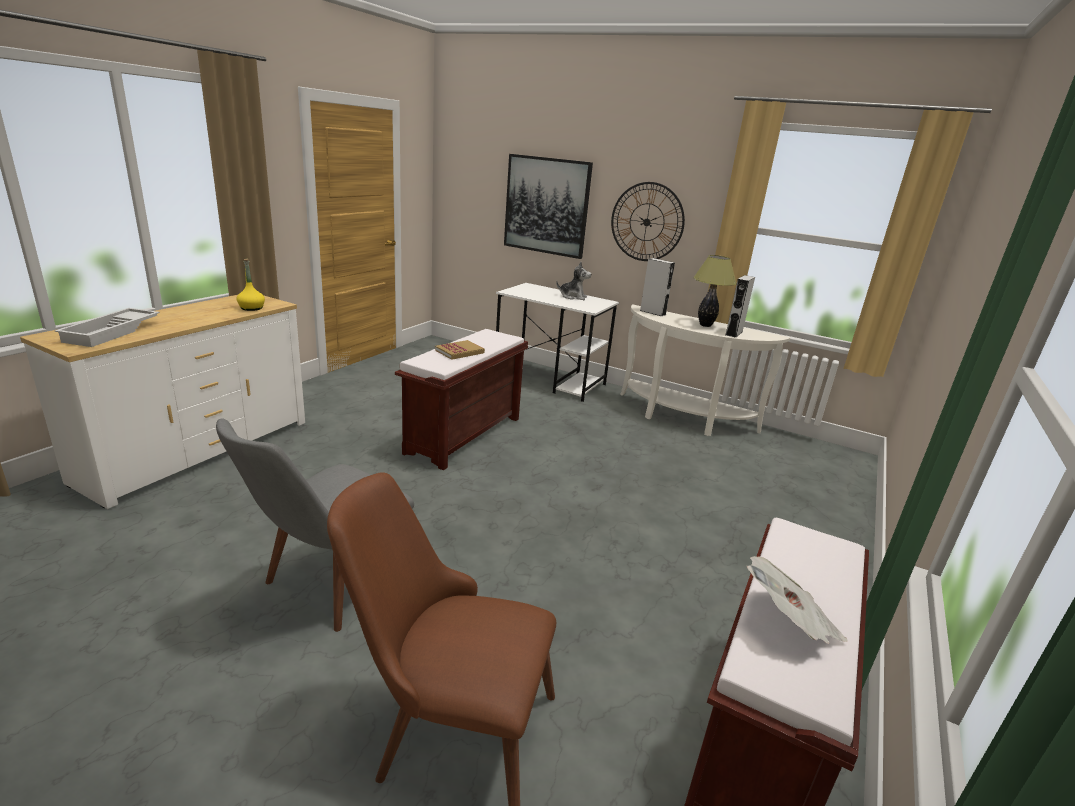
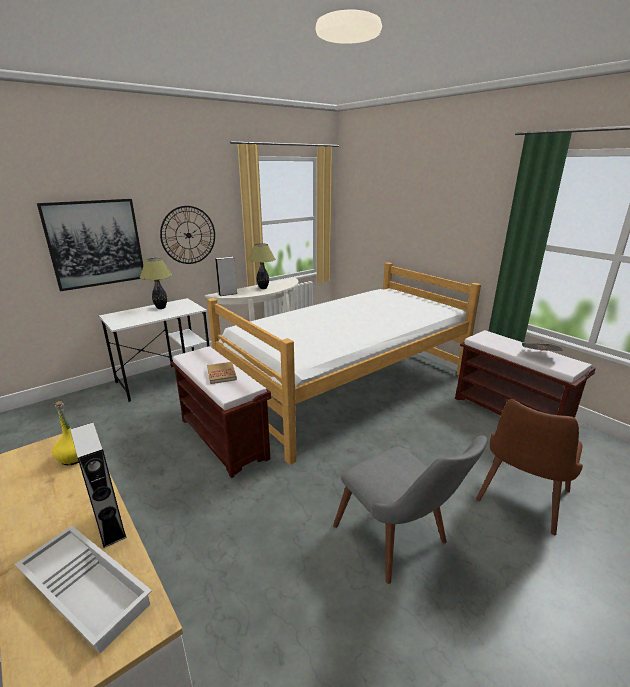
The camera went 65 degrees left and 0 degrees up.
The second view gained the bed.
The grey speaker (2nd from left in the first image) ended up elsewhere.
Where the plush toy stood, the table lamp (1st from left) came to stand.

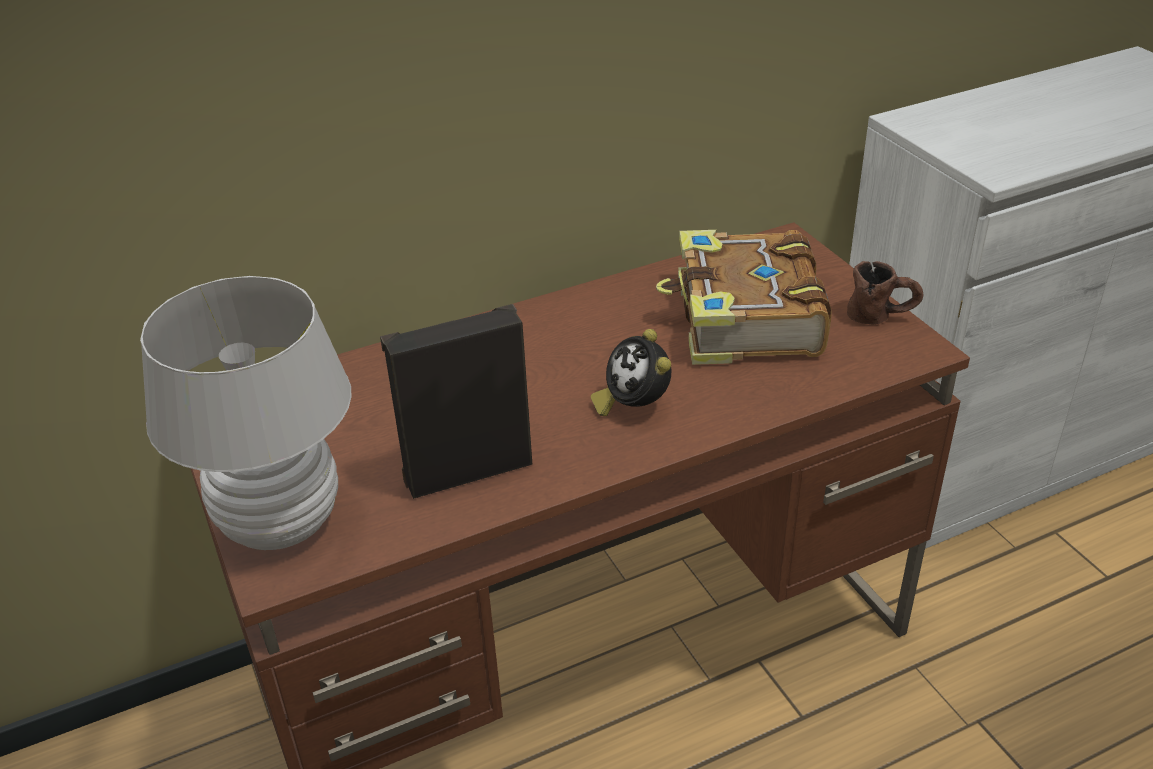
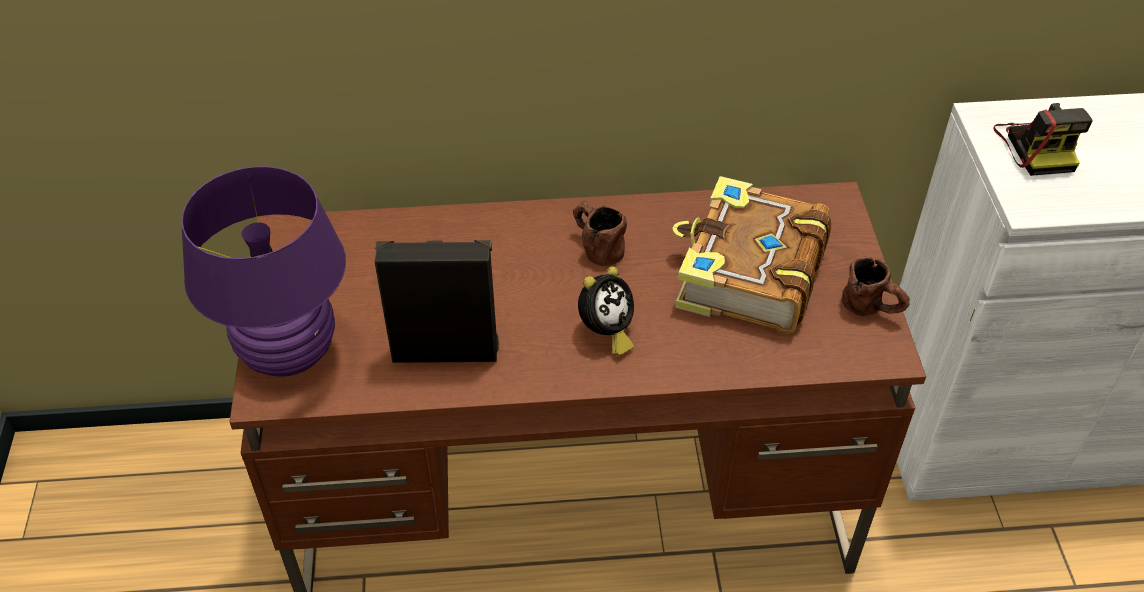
The camera went 20 degrees right and 10 degrees up.
The second view gained the brown mug (1st from left).
The second view gained the photo camera.
What was the white table lamp turned into the purple table lamp.
The alarm clock ended up facing another way, 135 degrees counterclockwise from before.

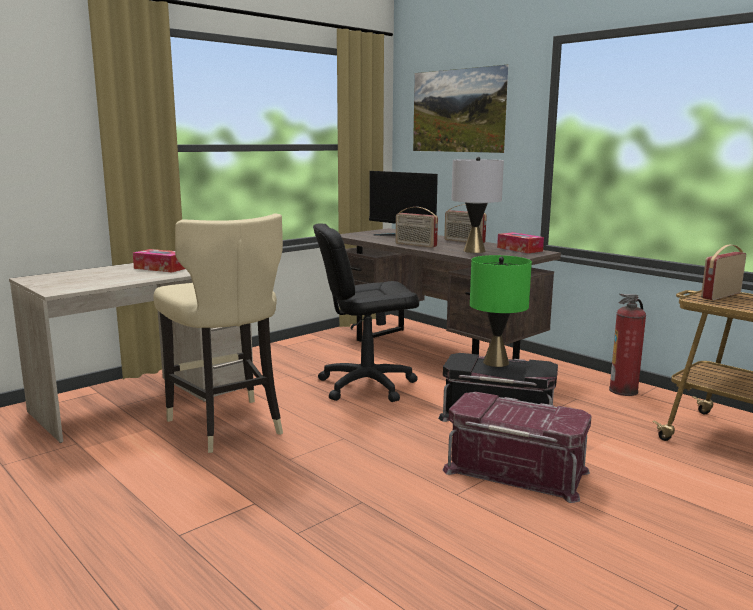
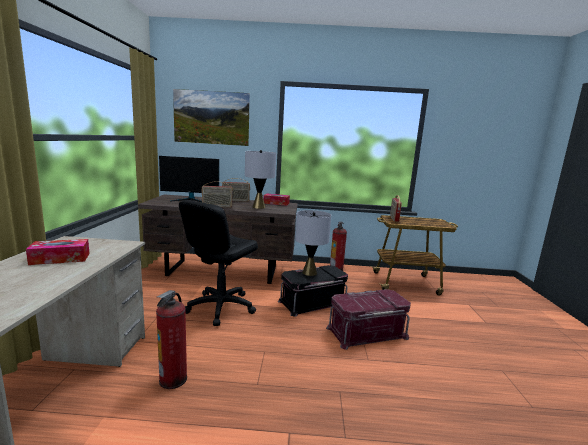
The camera went 45 degrees left and 0 degrees up.
Where the beige stool stood, the fire extinguisher (1st from left) came to stand.
What was the green table lamp turned into the grey table lamp (2nd from left).

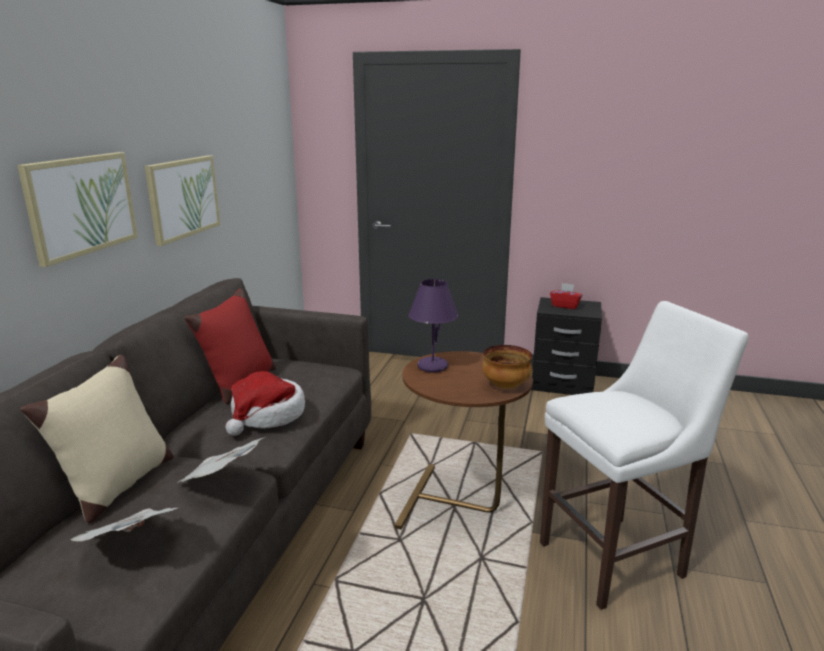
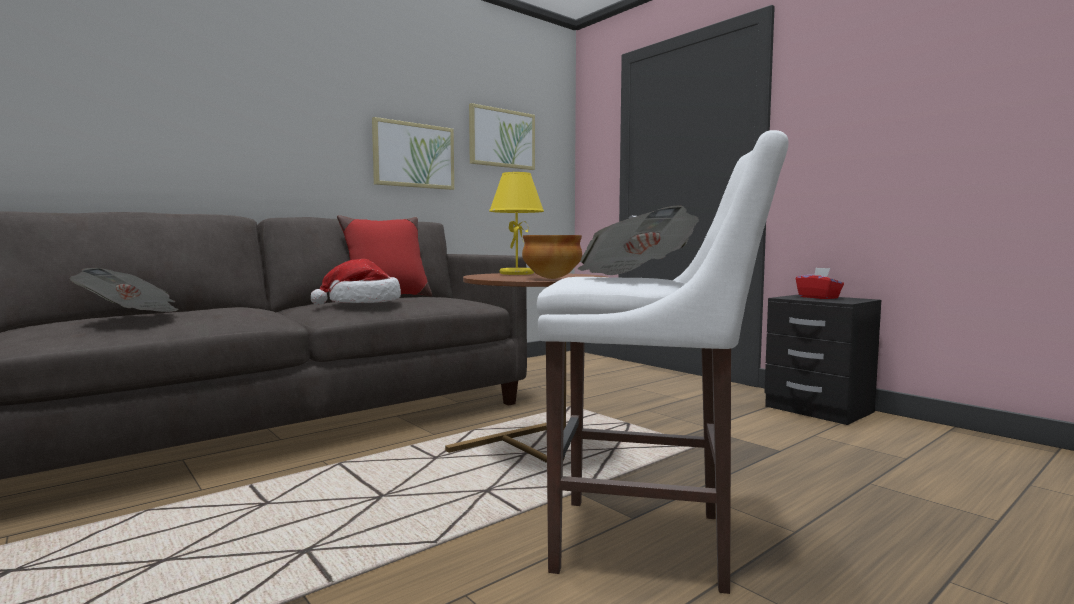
The camera went 35 degrees right and 15 degrees down.
The second view lost the beige pillow.
The picture (1st from left in the first image) ended up elsewhere.
The newspaper (2nd from left) ended up elsewhere.
What was the purple table lamp turned into the yellow table lamp.

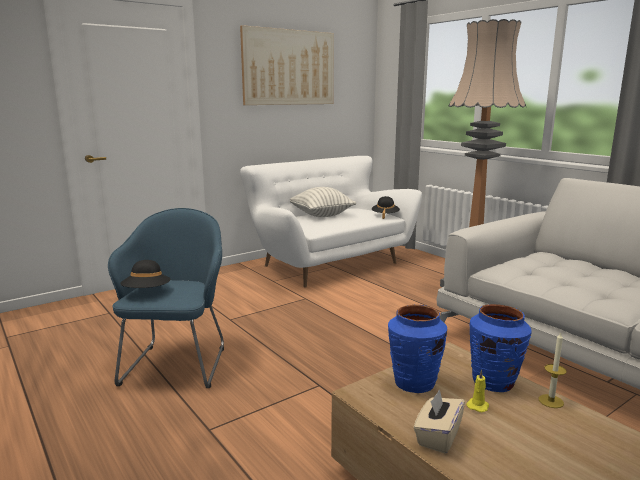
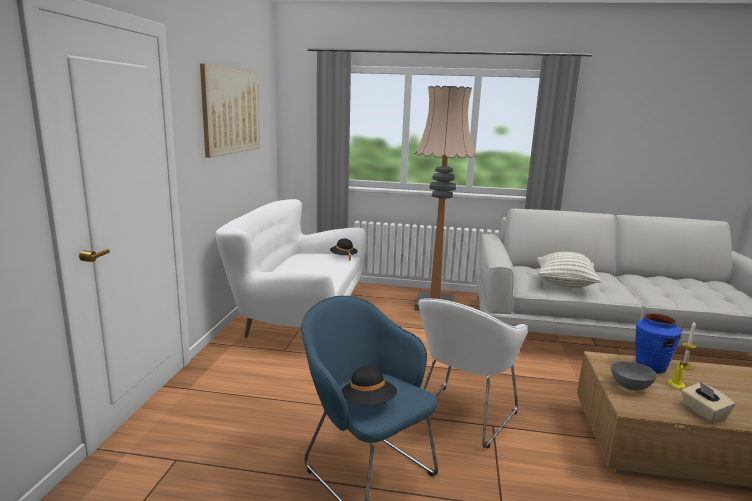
The camera went 45 degrees left and 0 degrees up.
The second view gained the white armchair.
The pillow ended up elsewhere.
Where the blue vase (1st from left) stood, the grey bowl came to stand.

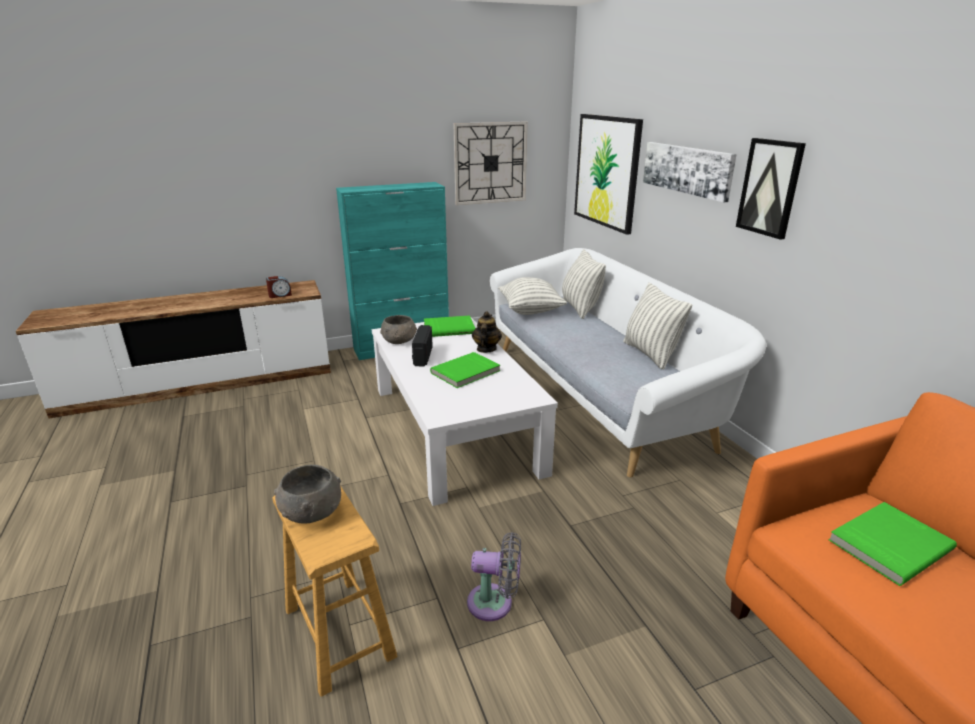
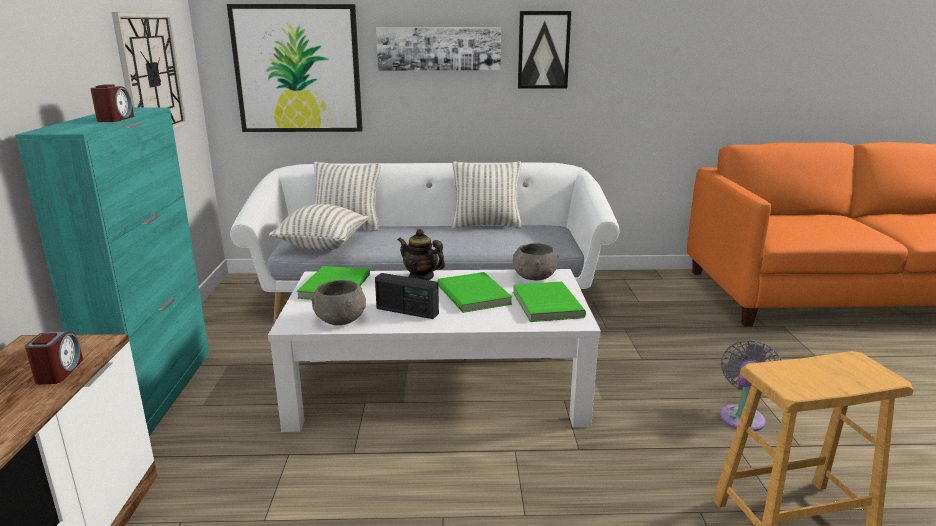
The camera went 70 degrees left and 5 degrees down.
The second view gained the alarm clock (2nd from left).
The grey bowl (1st from left in the first image) ended up elsewhere.
The green book (3rd from left) ended up elsewhere.

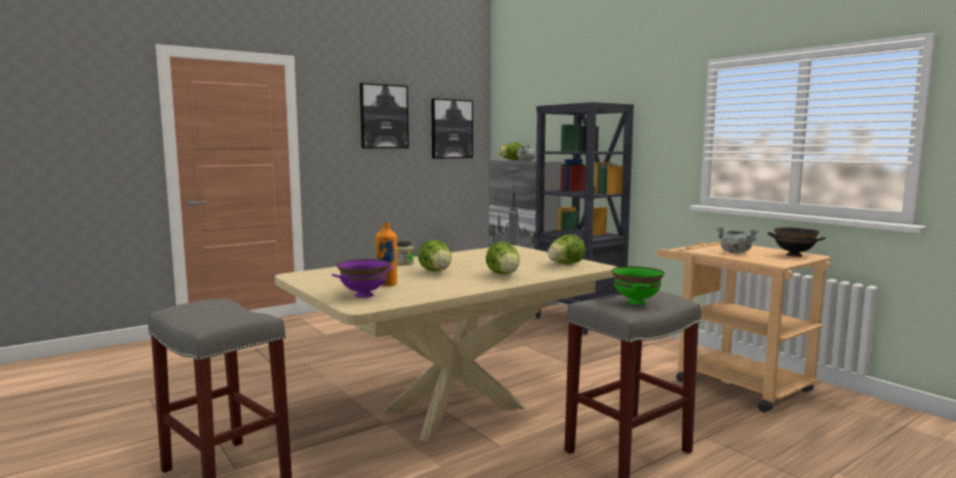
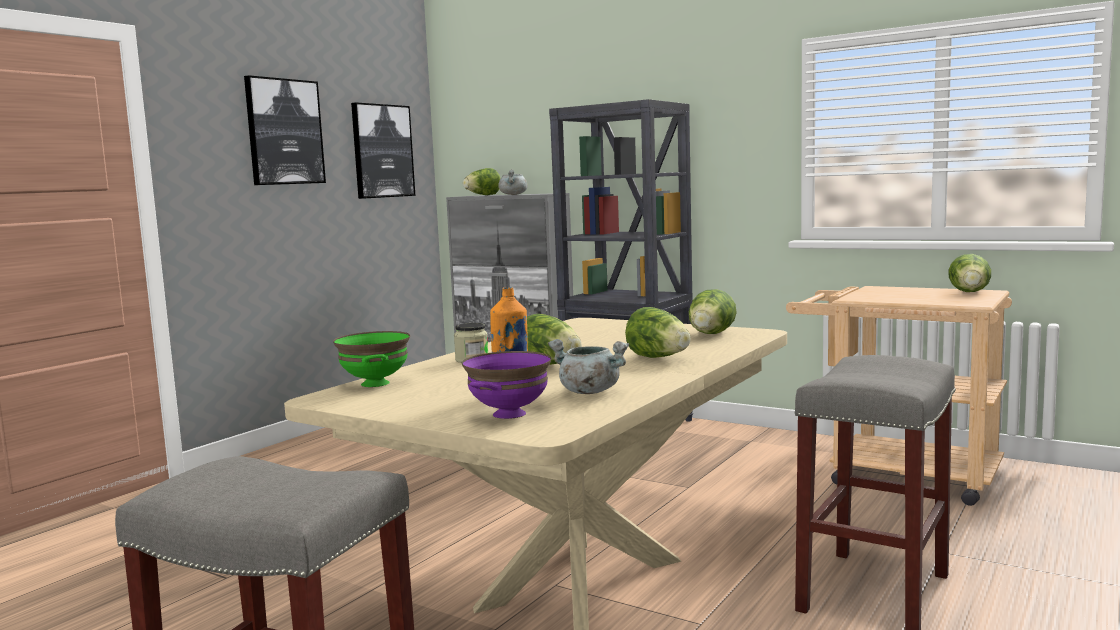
The camera went 20 degrees left and 0 degrees up.
The green bowl ended up elsewhere.
The grey cooking pot (2nd from left) ended up elsewhere.
Where the black bowl stood, the lettuce (5th from left) came to stand.

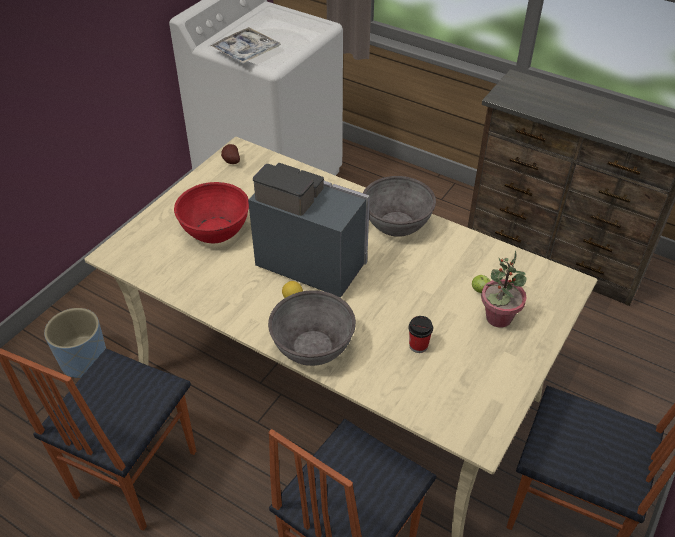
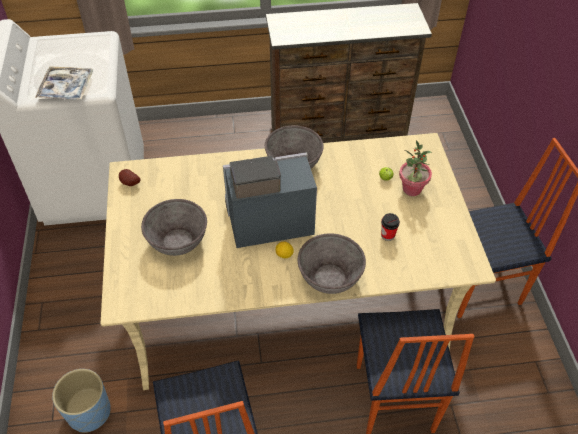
The camera went 40 degrees left and 5 degrees up.
What was the red bowl turned into the grey bowl (1st from left).

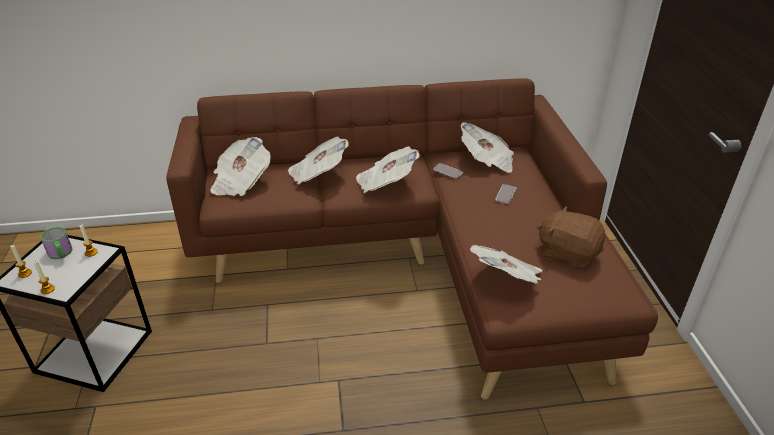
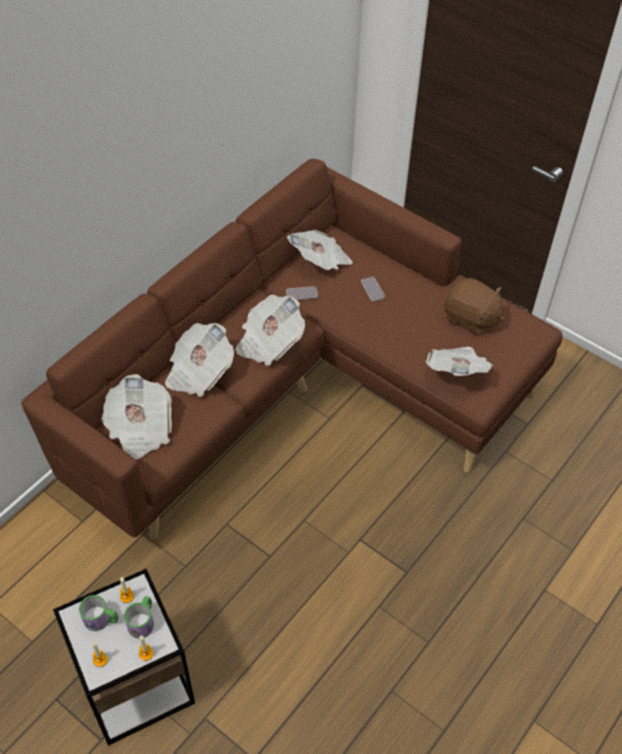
The camera went 45 degrees left and 15 degrees up.
The second view gained the mug (2nd from left).
The brown plush toy ended up facing another way, 135 degrees counterclockwise from before.

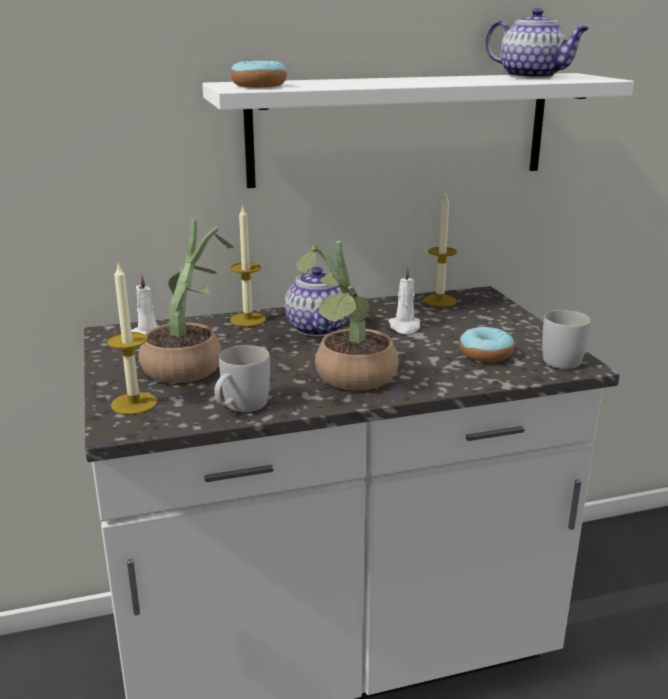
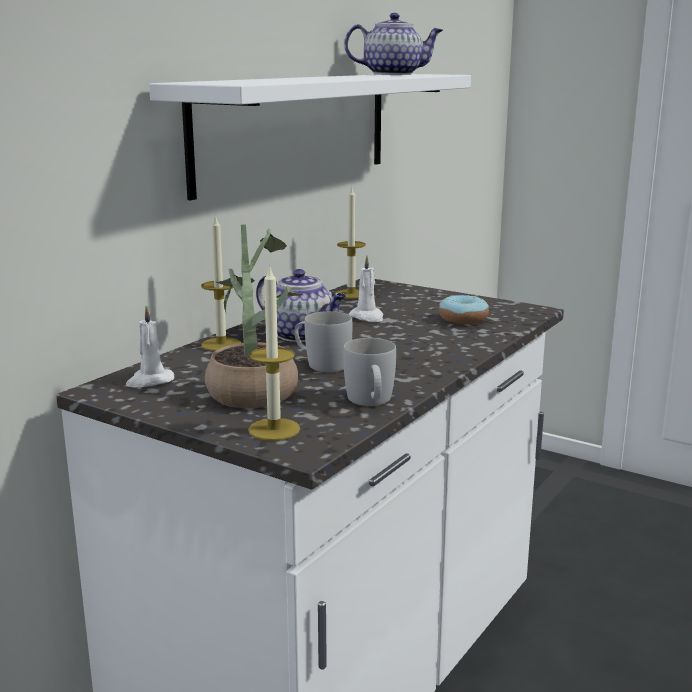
The camera went 40 degrees left and 5 degrees down.
The second view lost the donut (1st from left).
The second view lost the potted plant (2nd from left).
The white mug (2nd from left in the first image) ended up elsewhere.

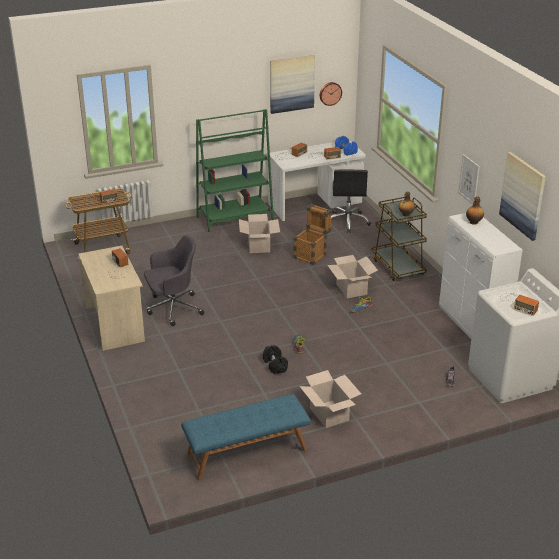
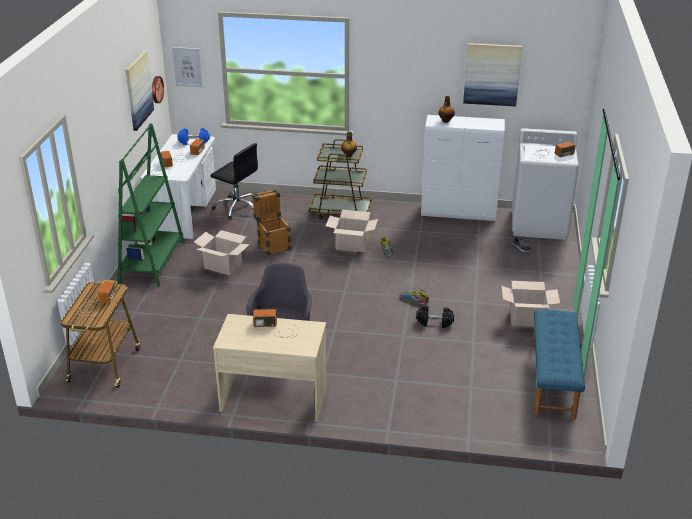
The camera went 60 degrees left and 0 degrees up.
The picture (2nd from left) ended up elsewhere.

